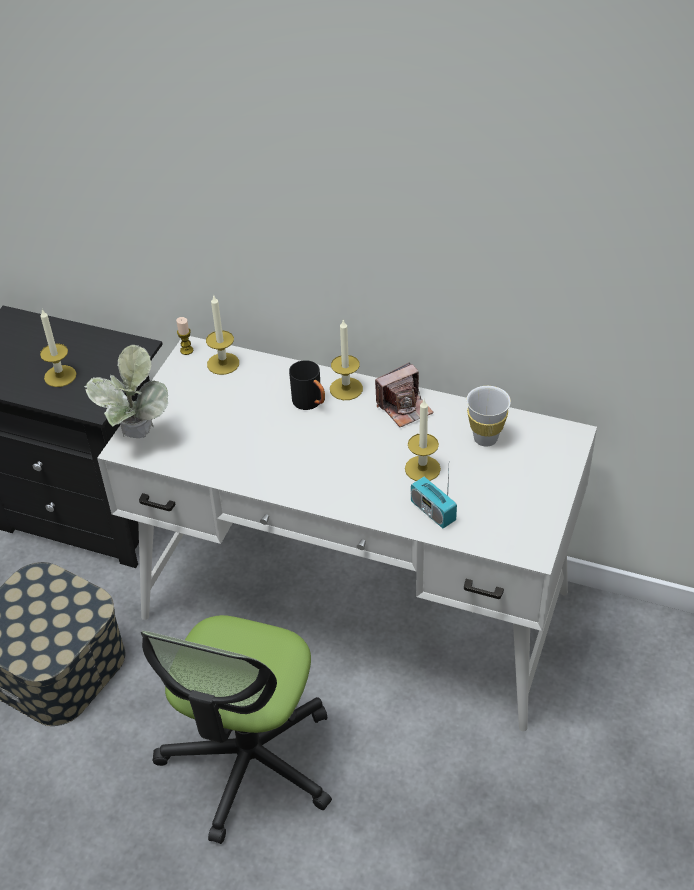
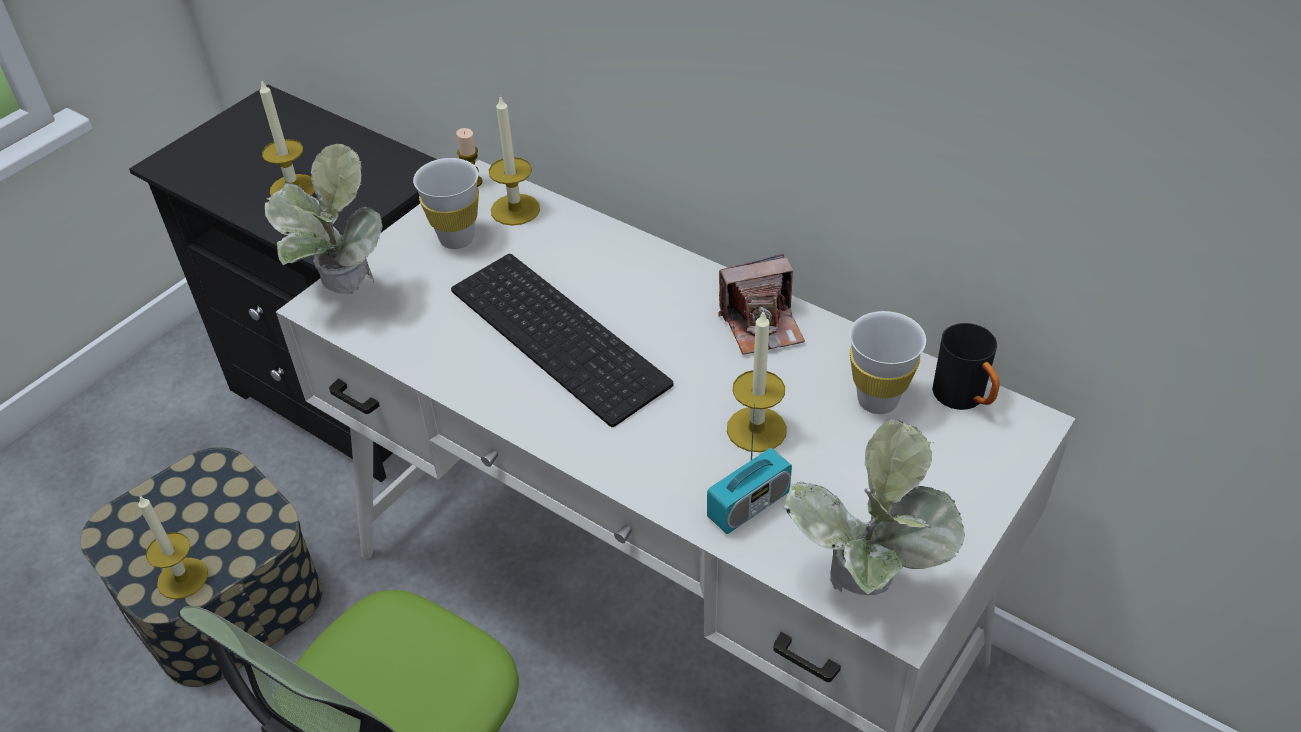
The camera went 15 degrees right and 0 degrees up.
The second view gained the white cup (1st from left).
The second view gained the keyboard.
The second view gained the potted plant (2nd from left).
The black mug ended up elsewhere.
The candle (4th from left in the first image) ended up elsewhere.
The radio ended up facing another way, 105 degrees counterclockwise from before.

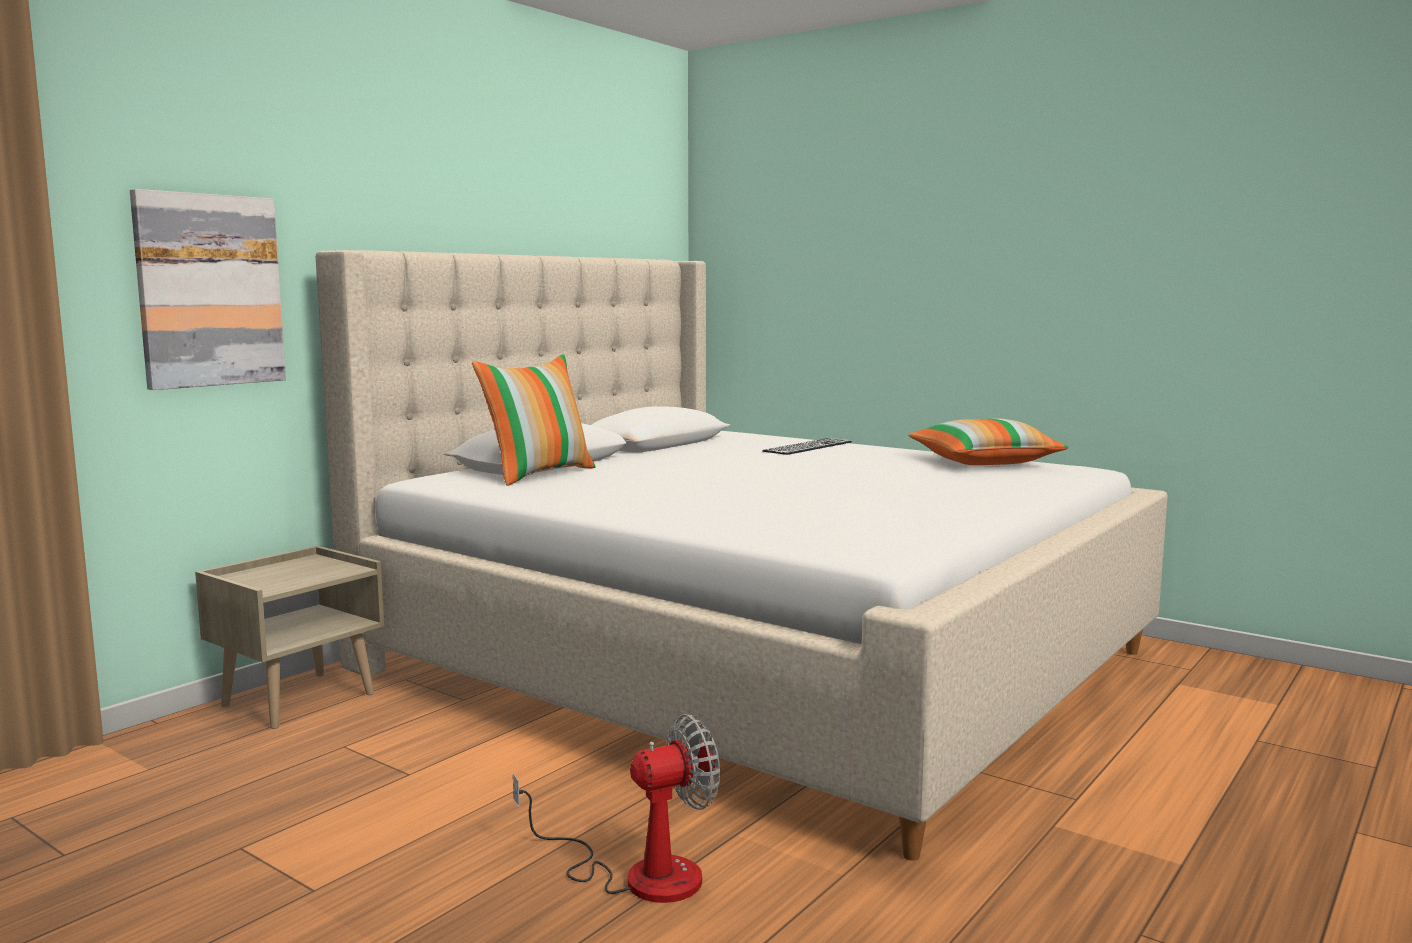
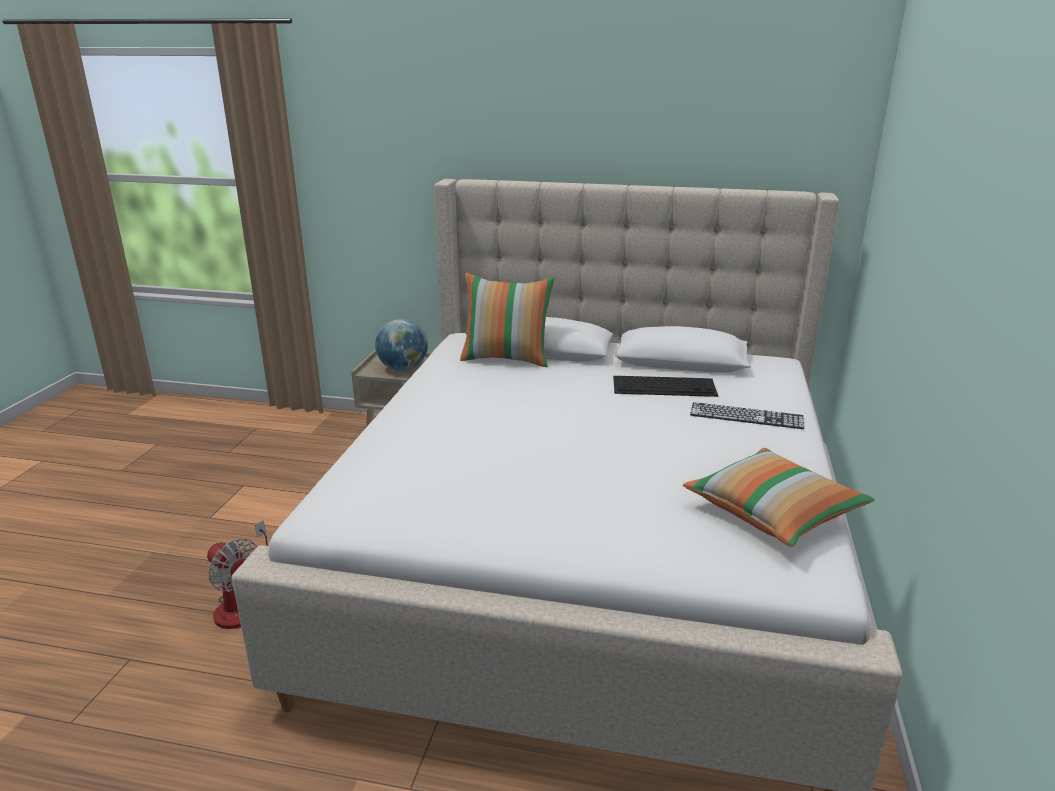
The camera went 65 degrees right and 15 degrees up.
The second view lost the picture.
The second view gained the globe.
The second view gained the keyboard (1st from left).

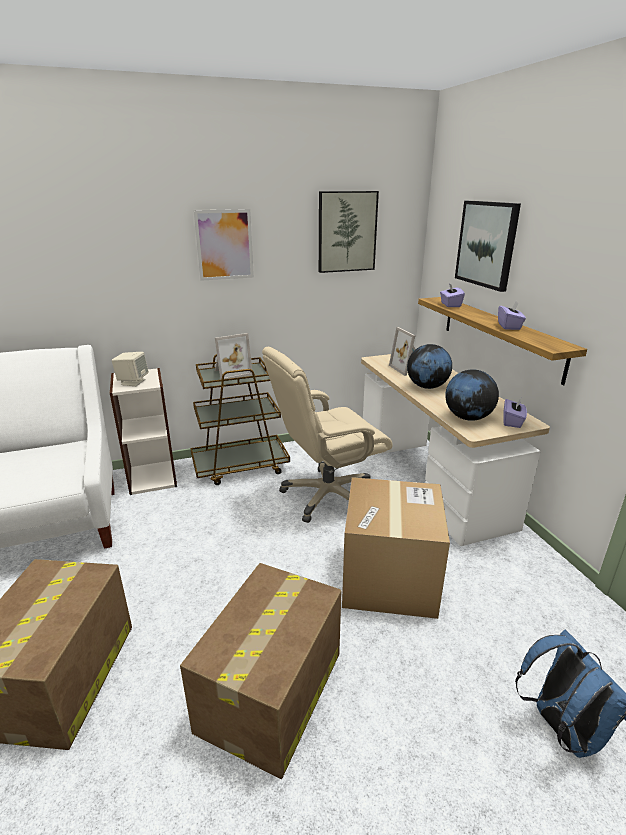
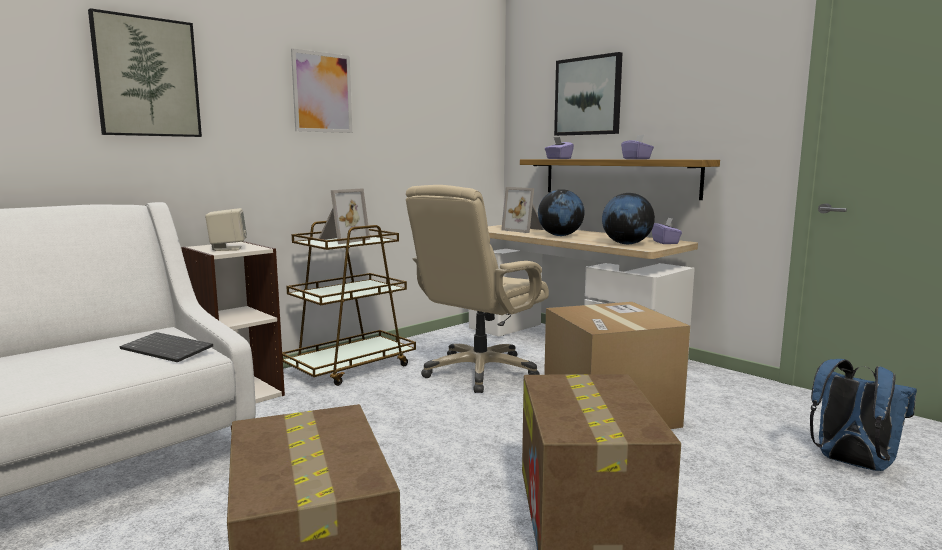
The camera went 25 degrees left and 15 degrees down.
The second view gained the keyboard.
The picture (2nd from left in the first image) ended up elsewhere.

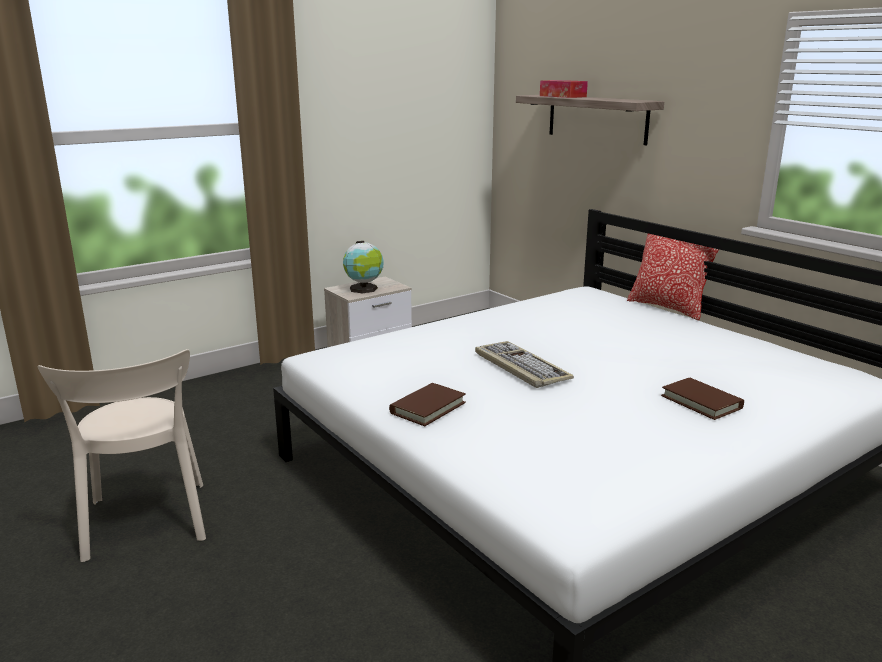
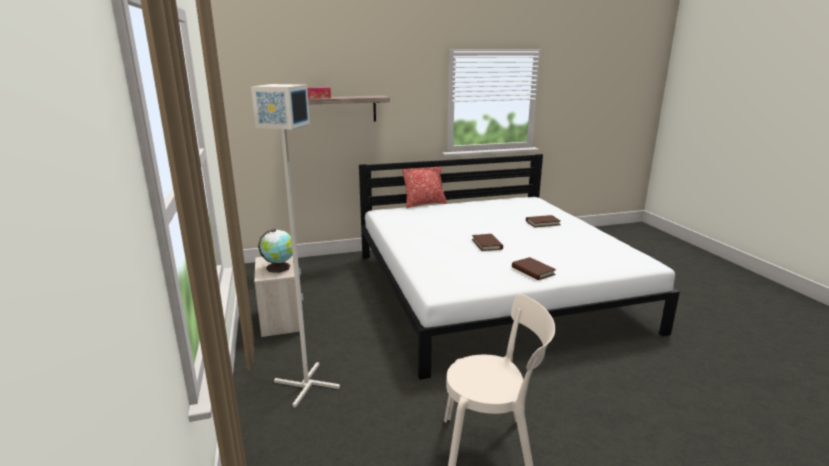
The camera went 70 degrees left and 0 degrees up.
The second view gained the grey floor lamp.
Where the keyboard stood, the brown book (1st from left) came to stand.

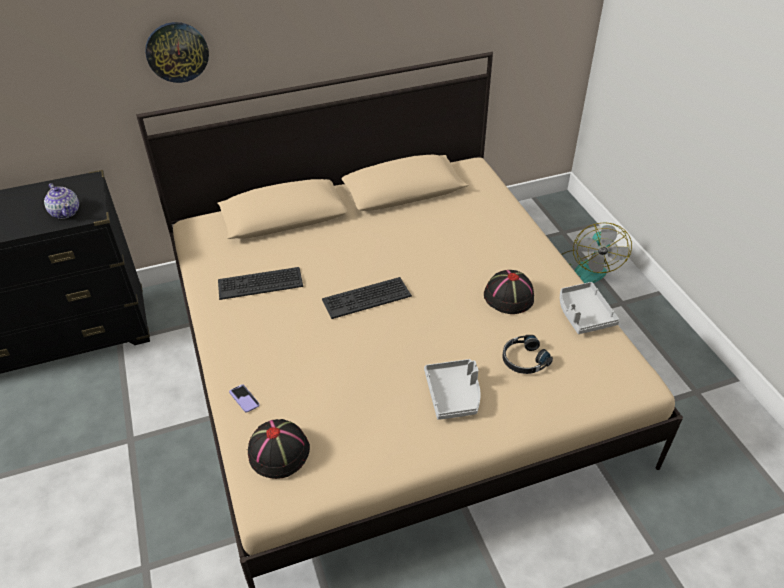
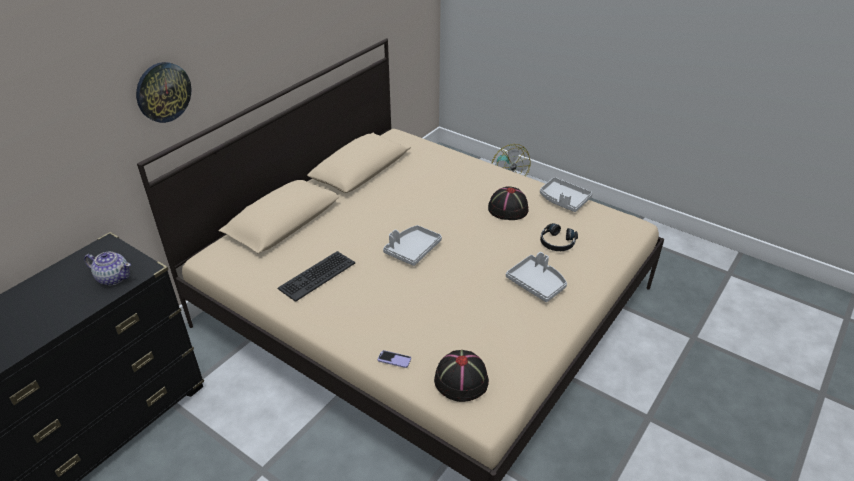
The camera went 35 degrees left and 5 degrees down.
Where the keyboard (2nd from left) stood, the grey tray (1st from left) came to stand.

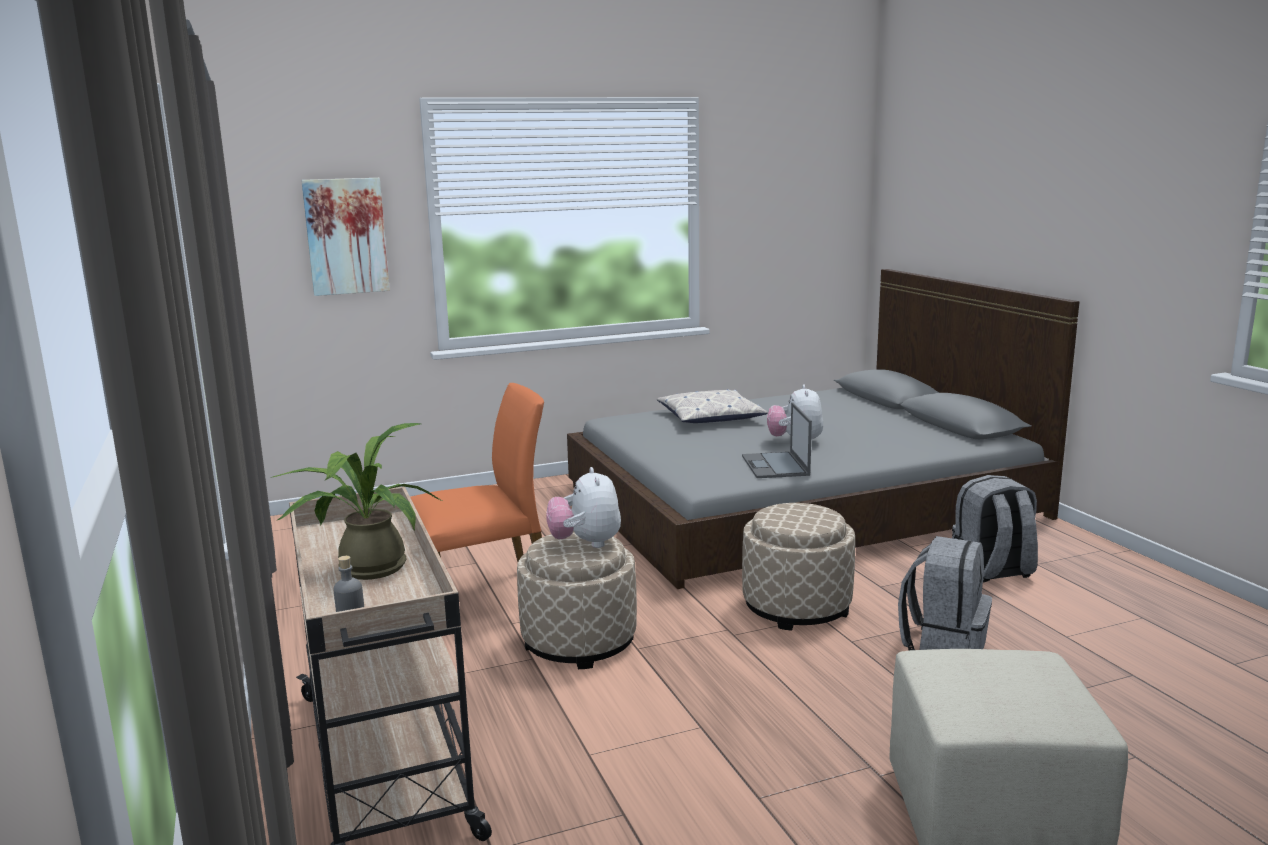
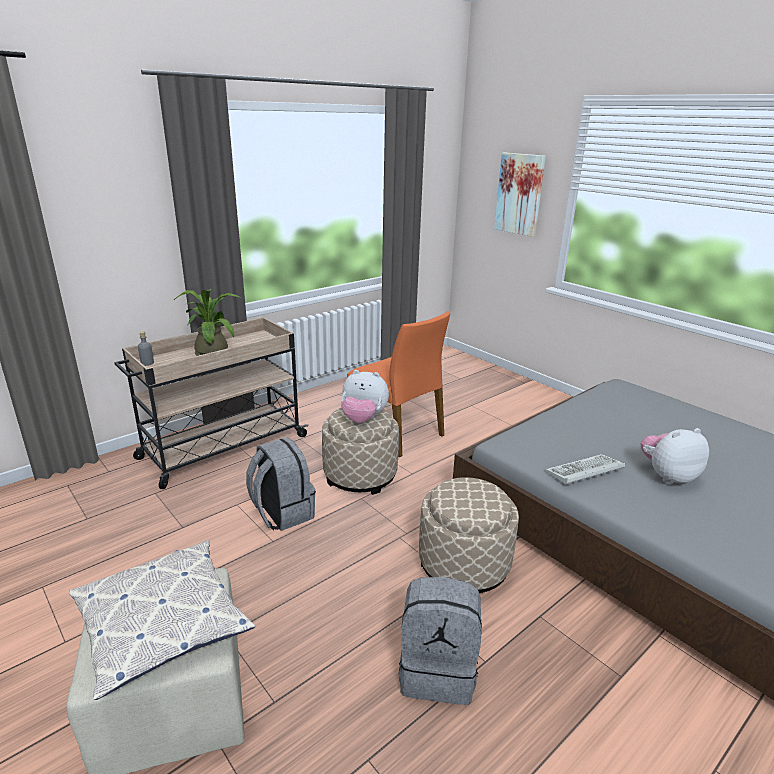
The camera went 70 degrees right and 10 degrees up.
The pillow ended up elsewhere.
The grey backpack (2nd from left in the first image) ended up elsewhere.
Where the laptop stood, the keyboard came to stand.
The plush toy (1st from left) ended up facing another way, 135 degrees counterclockwise from before.

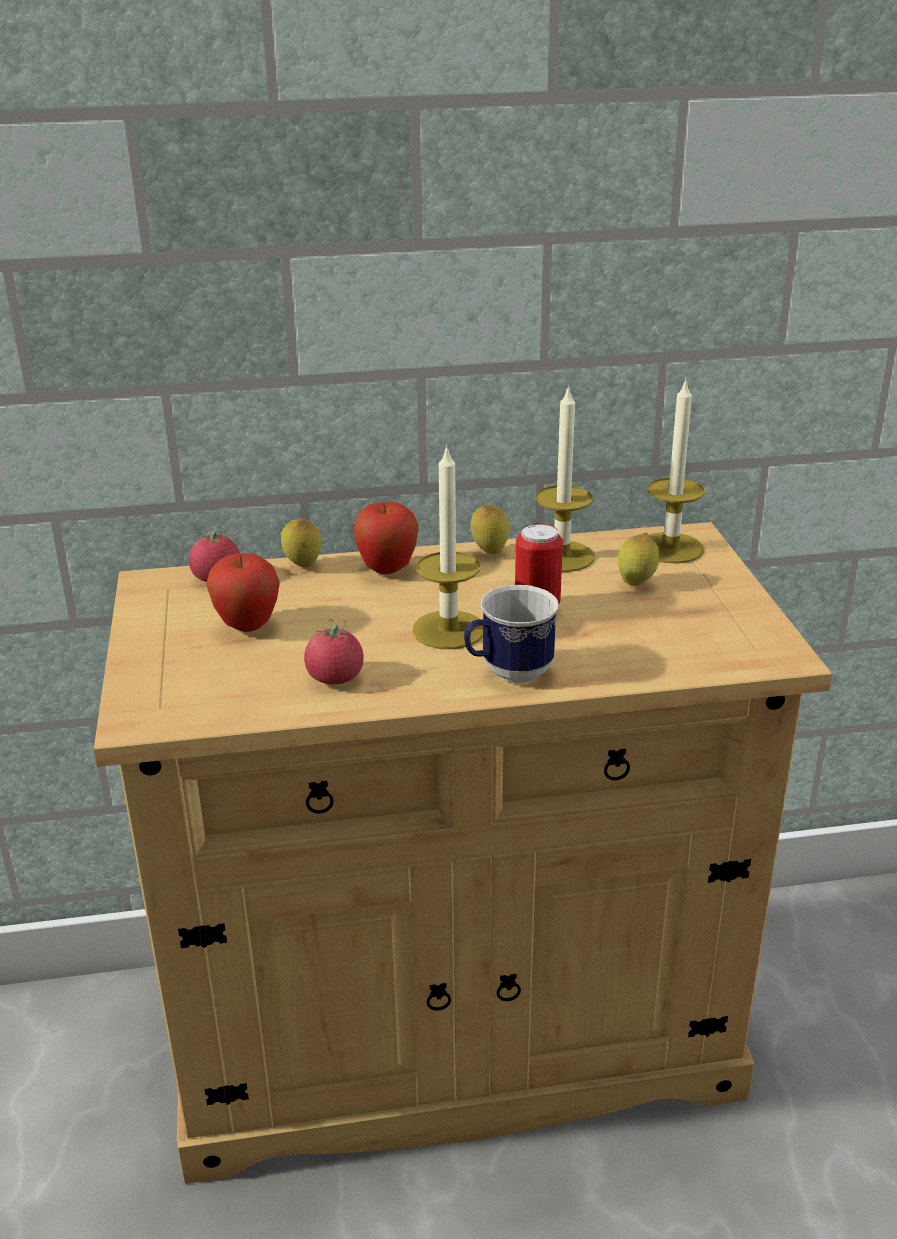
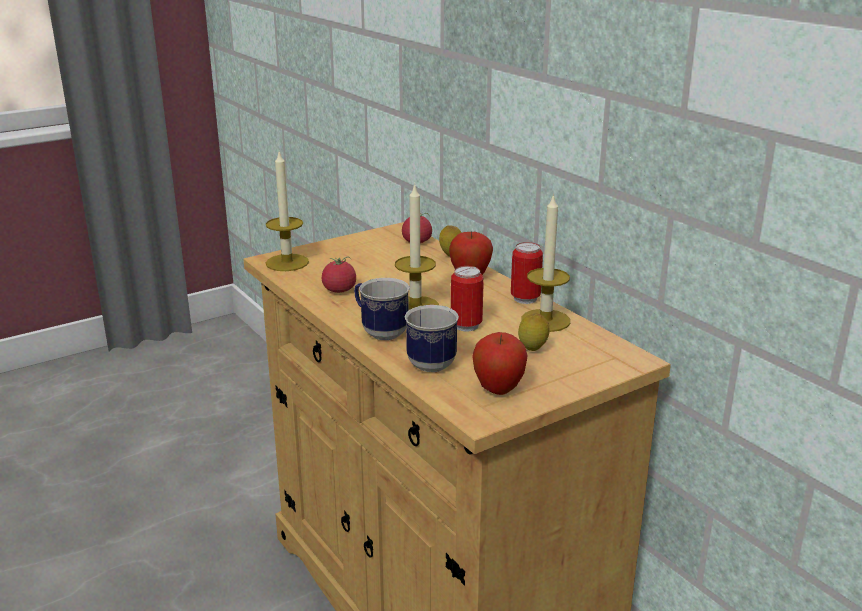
The camera went 65 degrees right and 5 degrees down.
The second view gained the mug (2nd from left).
The apple (1st from left in the first image) ended up elsewhere.
The candle (3rd from left in the first image) ended up elsewhere.
Where the lemon (2nd from left) stood, the can (2nd from left) came to stand.

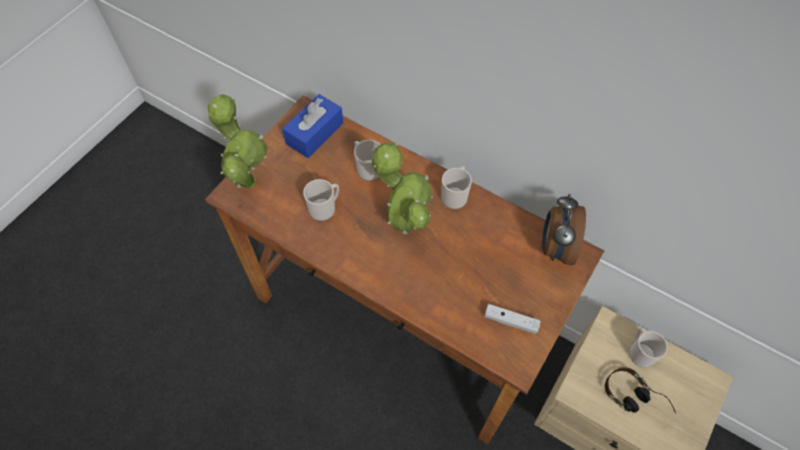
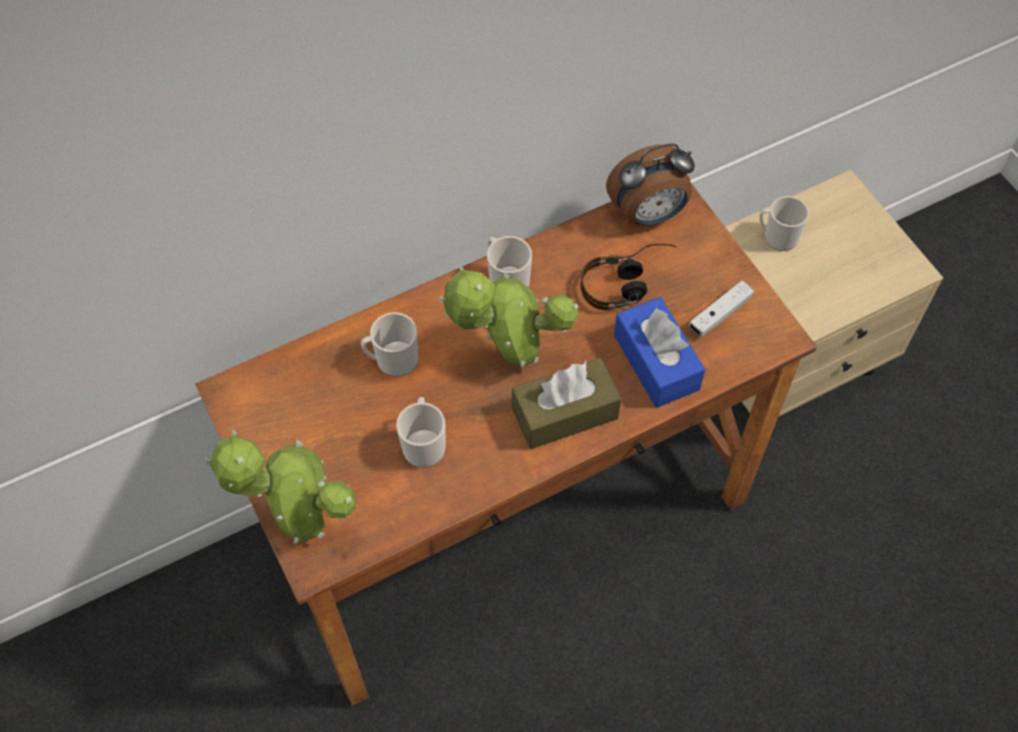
The camera went 60 degrees left and 0 degrees up.
The second view gained the brown tissue box.
The blue tissue box ended up elsewhere.
The headphones ended up elsewhere.
The alarm clock ended up facing another way, 60 degrees counterclockwise from before.

